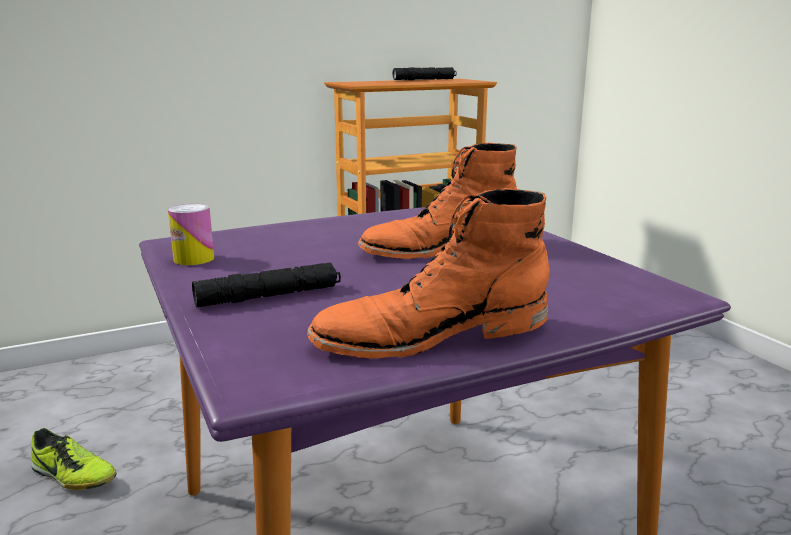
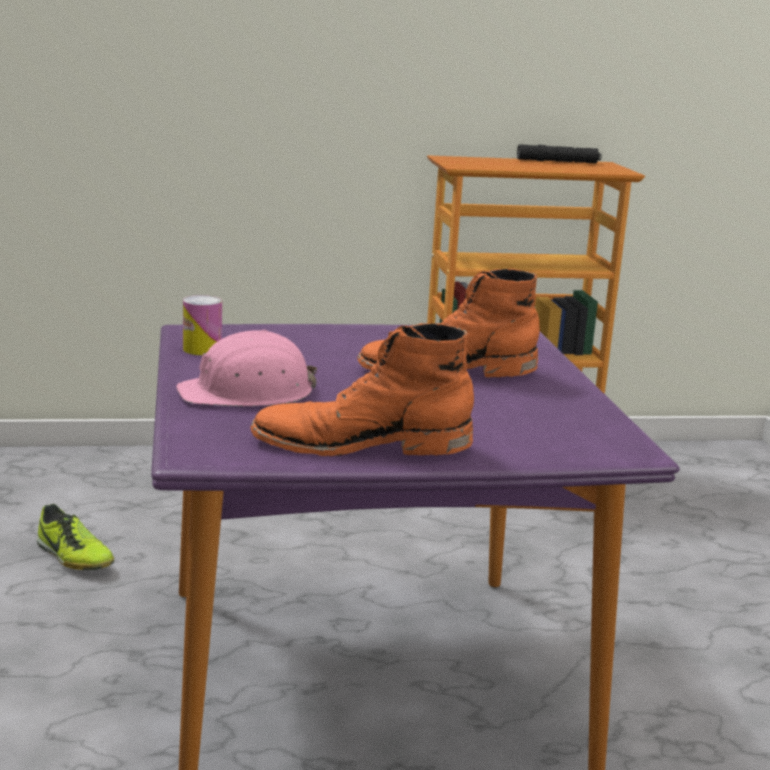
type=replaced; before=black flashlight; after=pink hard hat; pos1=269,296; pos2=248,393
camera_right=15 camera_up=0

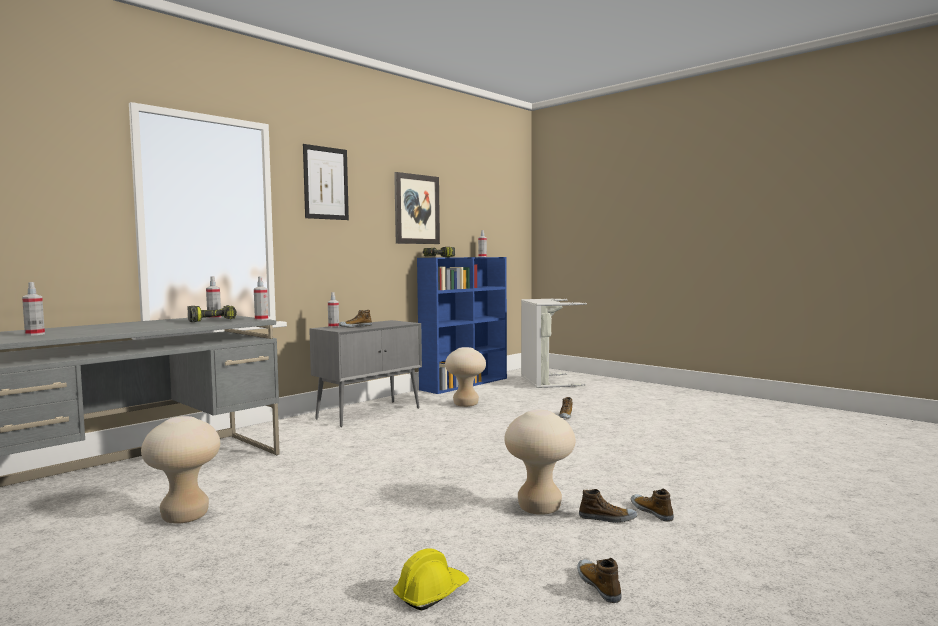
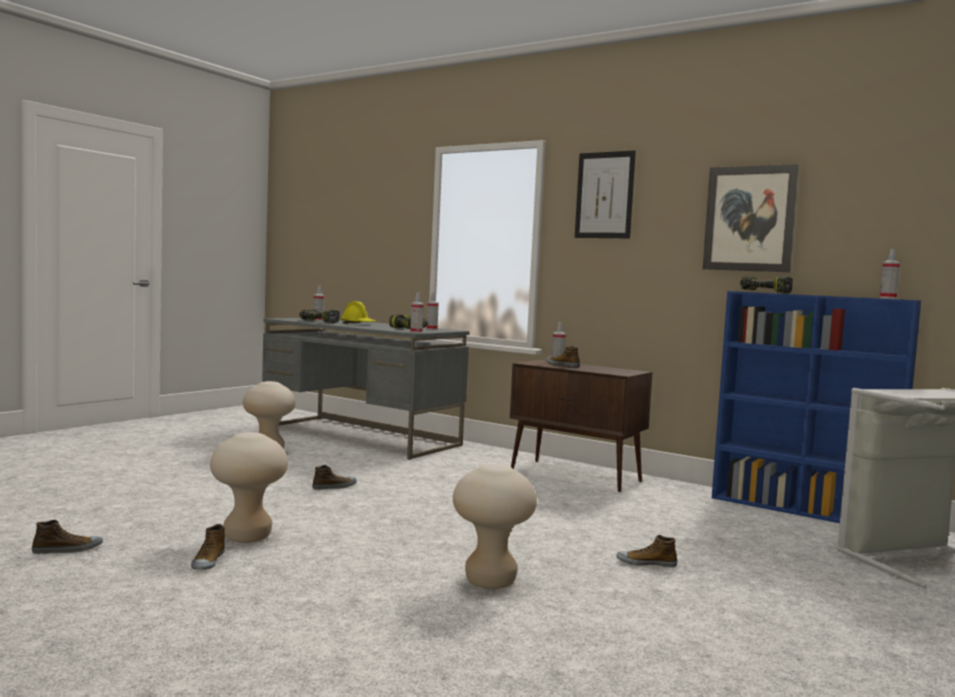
type=added; after=power drill; pos2=318,322
type=moved; before=shoe; pos1=652,511; pos2=334,487
type=moved; before=yellow hard hat; pos1=431,593; pos2=358,324
type=moved; before=beige stool; pos1=465,404; pos2=490,581
type=recoloured; before=grey cabinet; after=brown cabinet; pos1=369,413; pos2=576,476
camera_right=80 camera_up=0

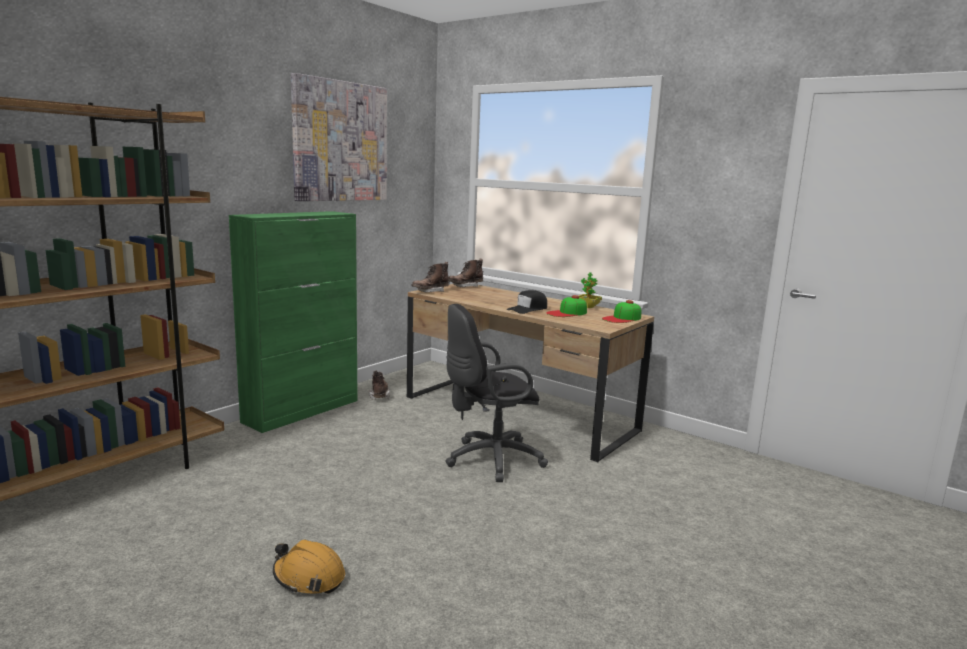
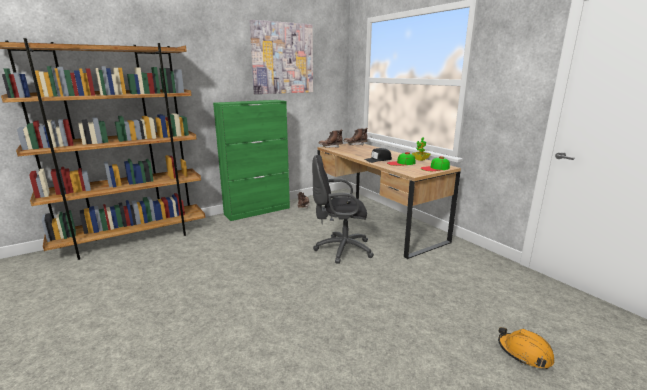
type=moved; before=orange hard hat; pos1=309,577; pos2=524,353
camera_right=20 camera_up=5

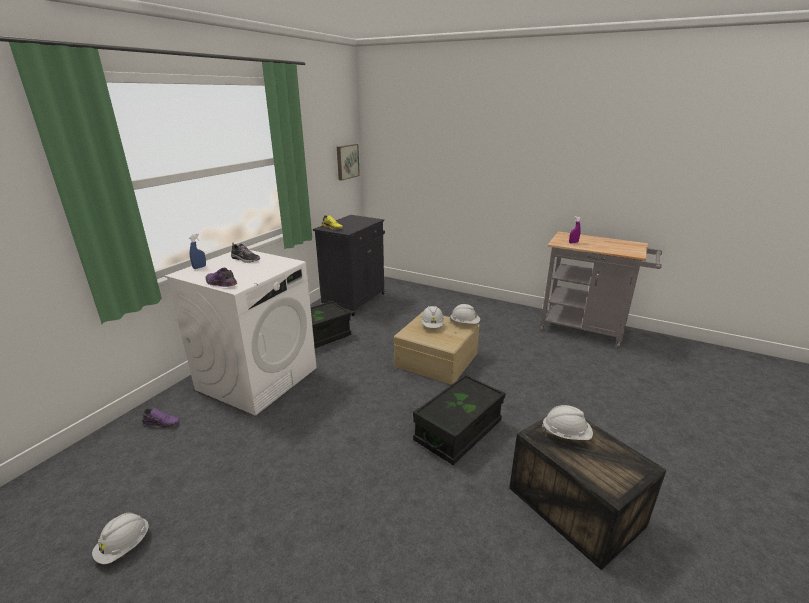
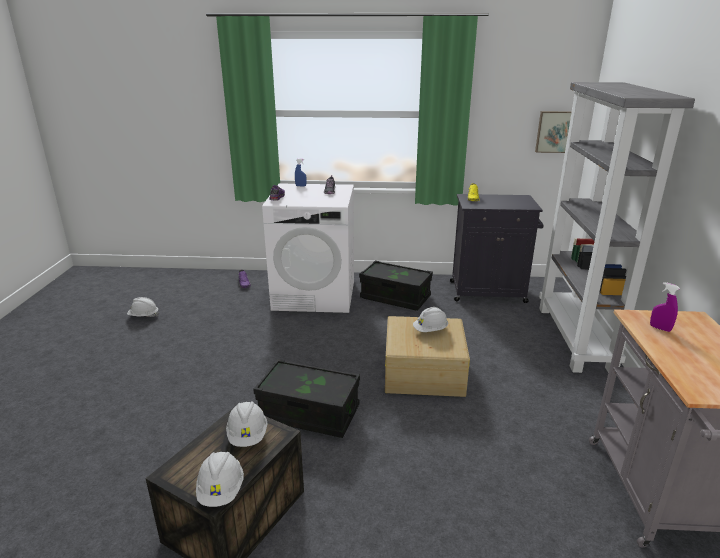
type=moved; before=white hard hat; pos1=464,323; pos2=221,490
type=added; after=grey bookcase; pos2=576,338
camera_right=65 camera_up=0

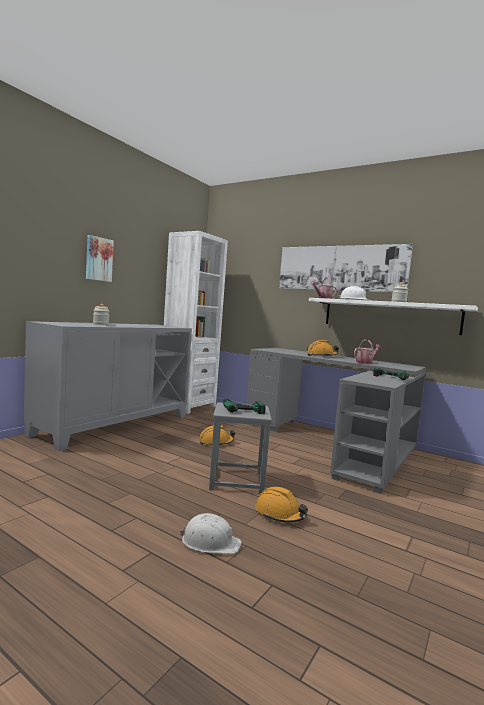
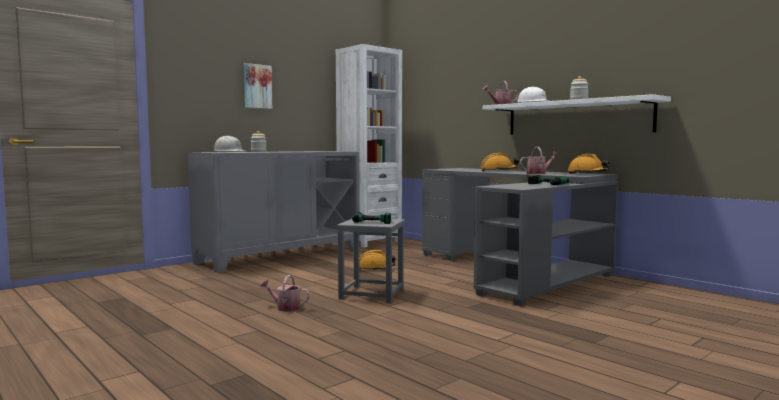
type=moved; before=white hard hat; pos1=210,542; pos2=229,152
type=added; after=watering can; pos2=285,307
type=moved; before=orange hard hat; pos1=280,514; pos2=587,174
type=removed; before=picture; pos1=340,268
camera_right=15 camera_up=0

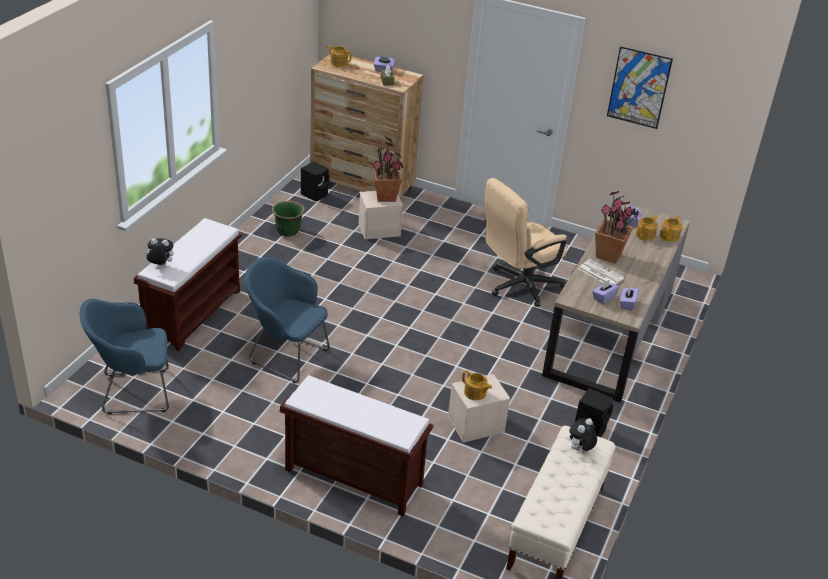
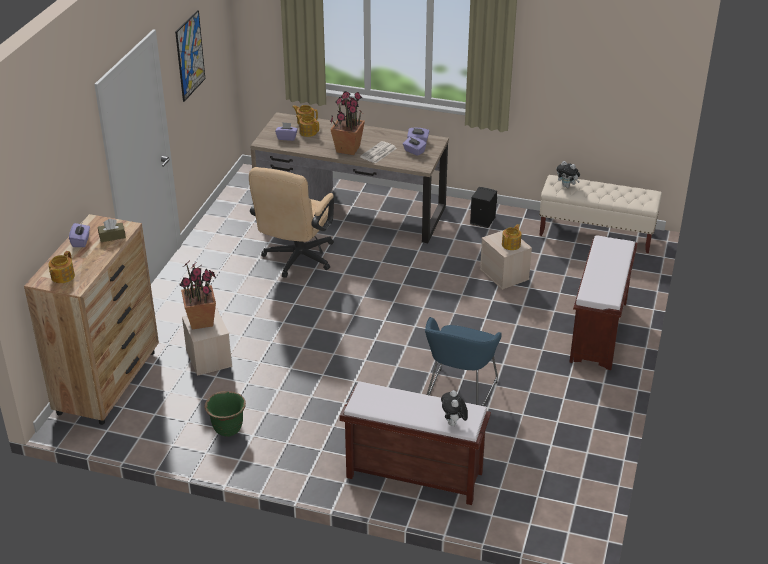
type=turned; before=beige office chair; pos1=518,286; pos2=296,260; turn=60
type=removed; before=blue armchair; pos1=132,392
type=removed; before=black speaker; pos1=315,194
camera_right=-95 camera_up=0

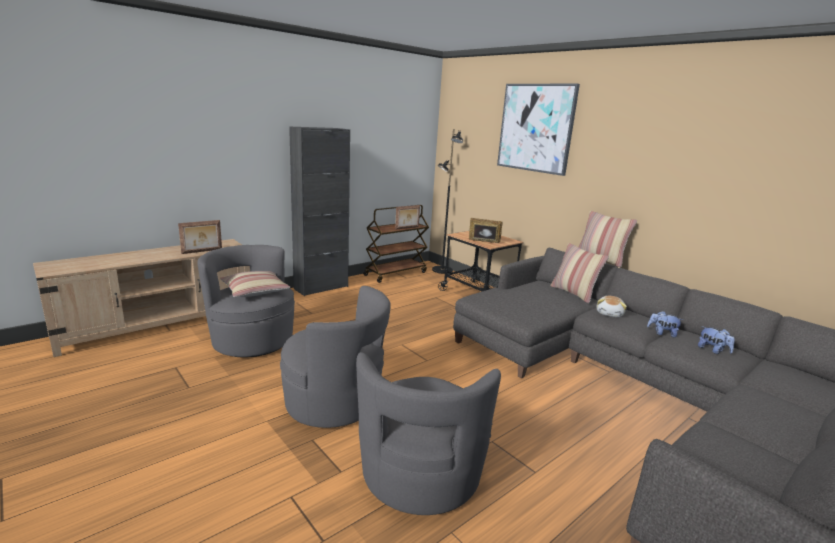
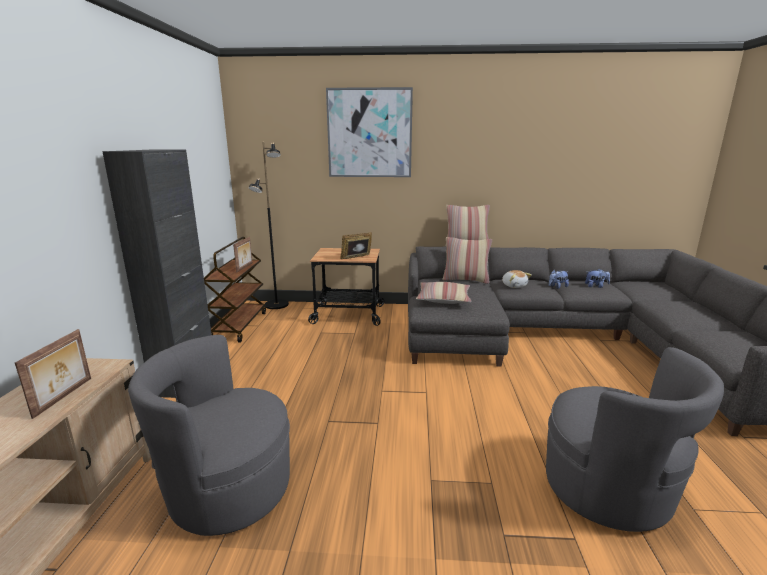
type=moved; before=pillow; pos1=255,291; pos2=443,299
type=removed; before=grey armchair; pos1=335,402
camera_right=-45 camera_up=0

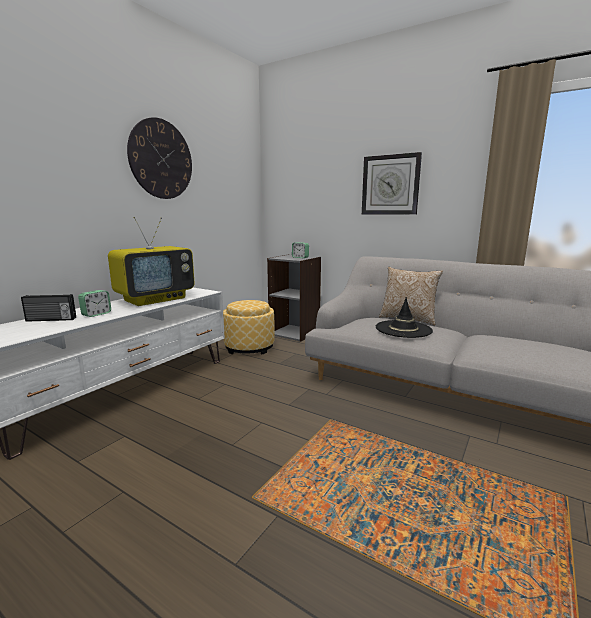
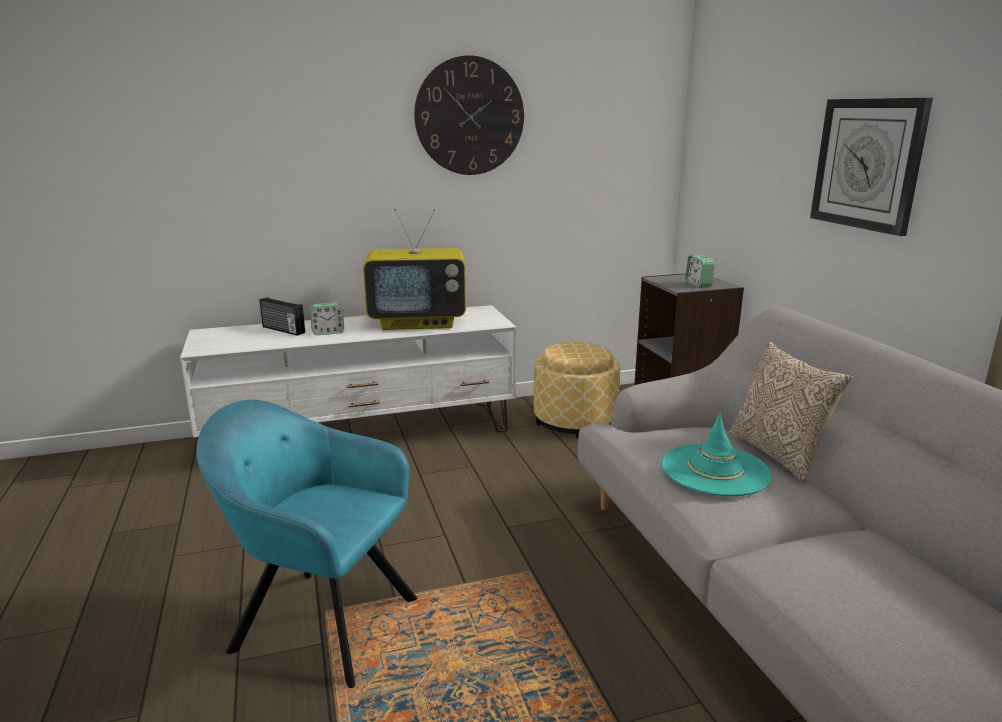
type=added; after=turquoise armchair; pos2=319,622
type=recoloured; before=black hat; after=turquoise hat; pos1=403,329; pos2=715,470
camera_right=40 camera_up=5

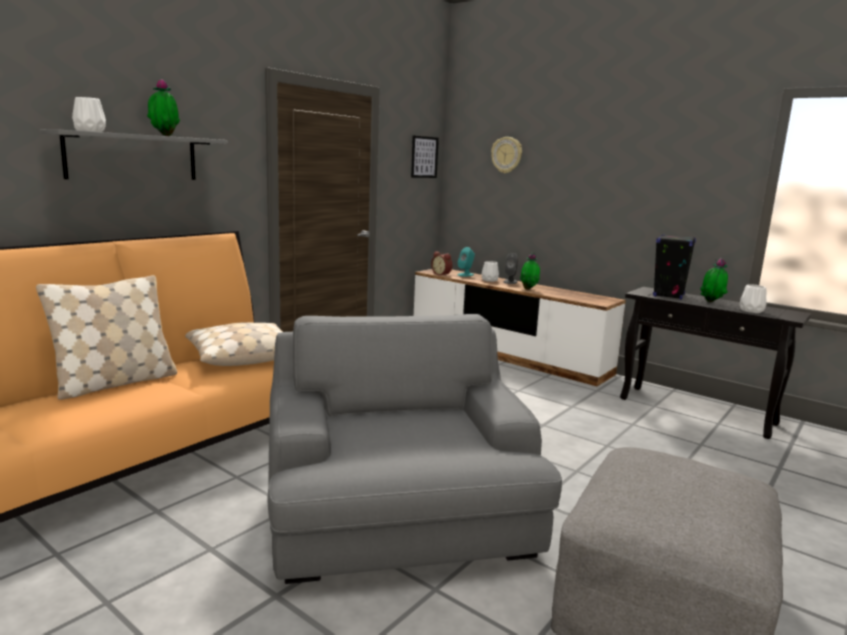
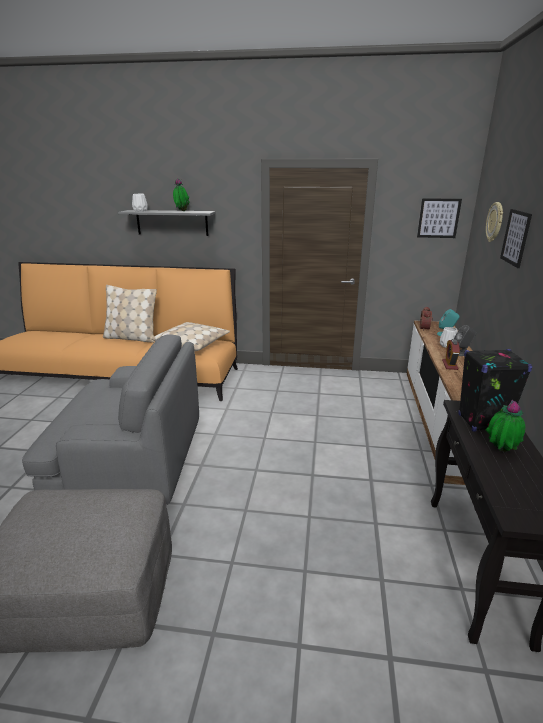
type=turned; before=grey armchair; pos1=400,519; pos2=129,460; turn=45
type=replaced; before=potted plant; after=alarm clock; pos1=529,289; pos2=449,365
type=added; after=picture; pos2=515,237
type=removed; before=white vase; pos1=752,311
camera_right=60 camera_up=10

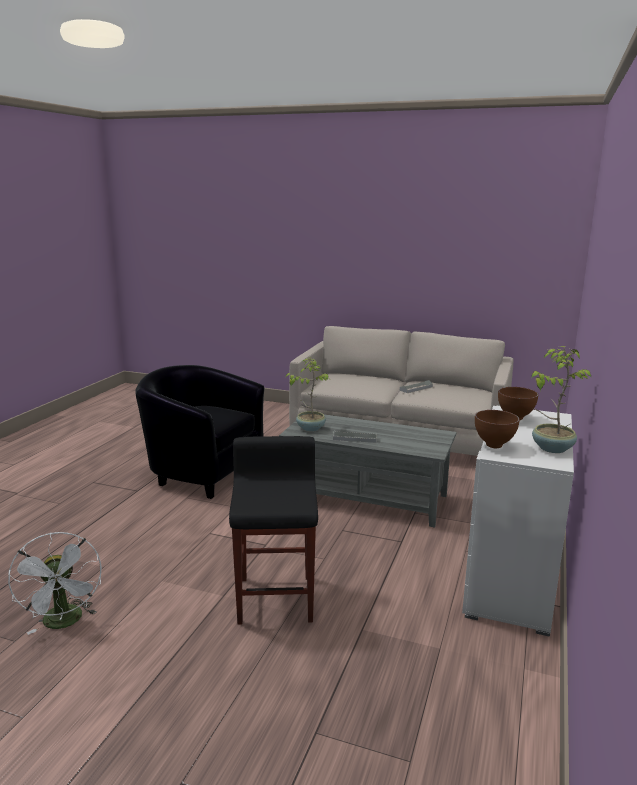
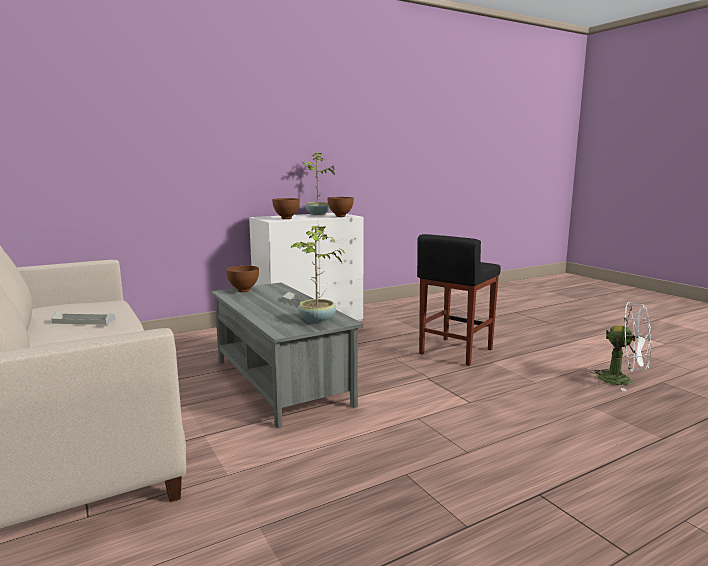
type=added; after=brown bowl; pos2=243,291
type=turned; before=white fan; pos1=65,622; pos2=622,380; turn=105
type=removed; before=black armchair; pos1=201,471
camera_right=-140 camera_up=-5

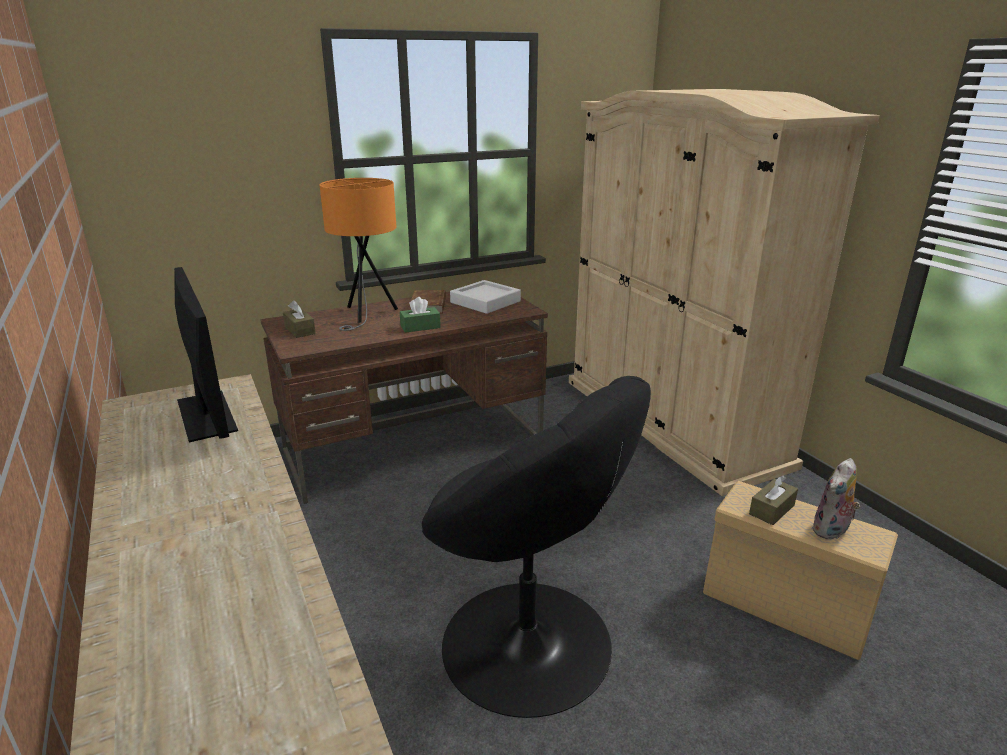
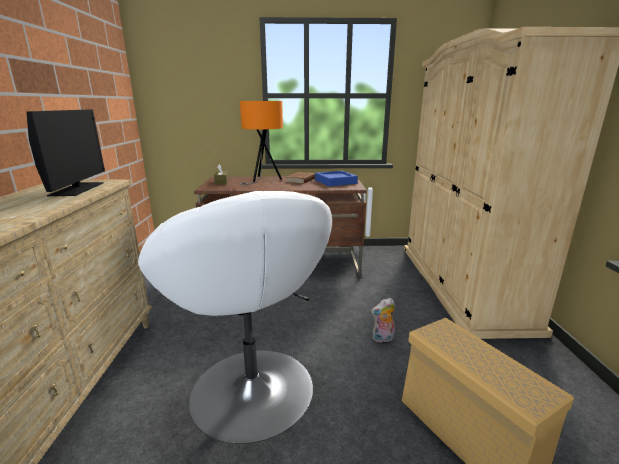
type=recoloured; before=black armchair; after=white armchair; pos1=528,645; pos2=252,392
type=recoloured; before=white tray; after=blue tray; pos1=485,302; pos2=335,182
type=moved; before=plush toy; pos1=831,531; pos2=383,339
type=removed; before=green tissue box; pos1=420,327
type=removed; before=brown tissue box; pos1=771,509
camera_right=25 camera_up=-5

